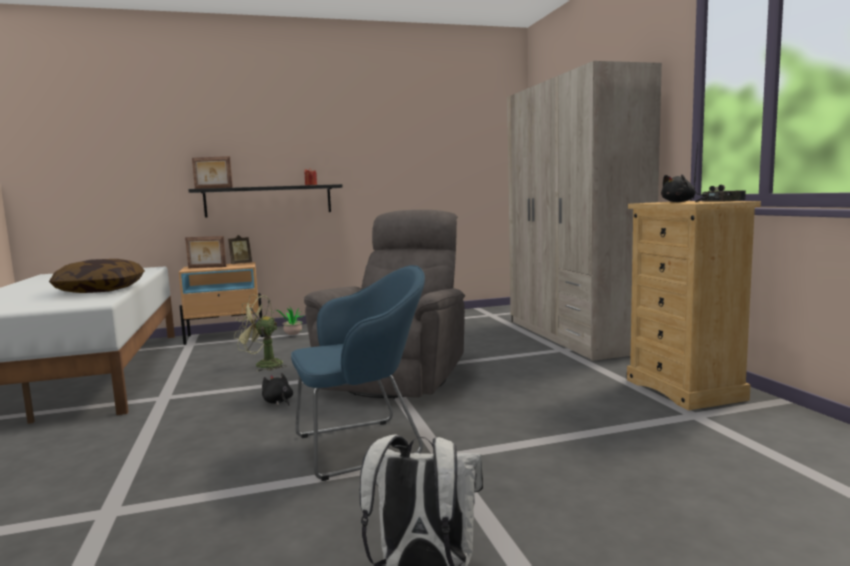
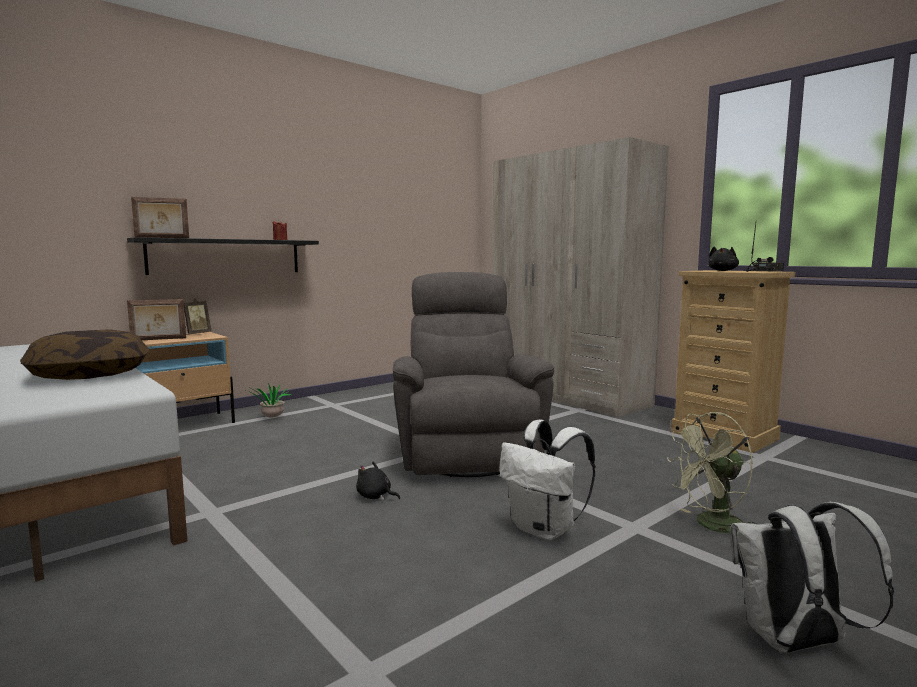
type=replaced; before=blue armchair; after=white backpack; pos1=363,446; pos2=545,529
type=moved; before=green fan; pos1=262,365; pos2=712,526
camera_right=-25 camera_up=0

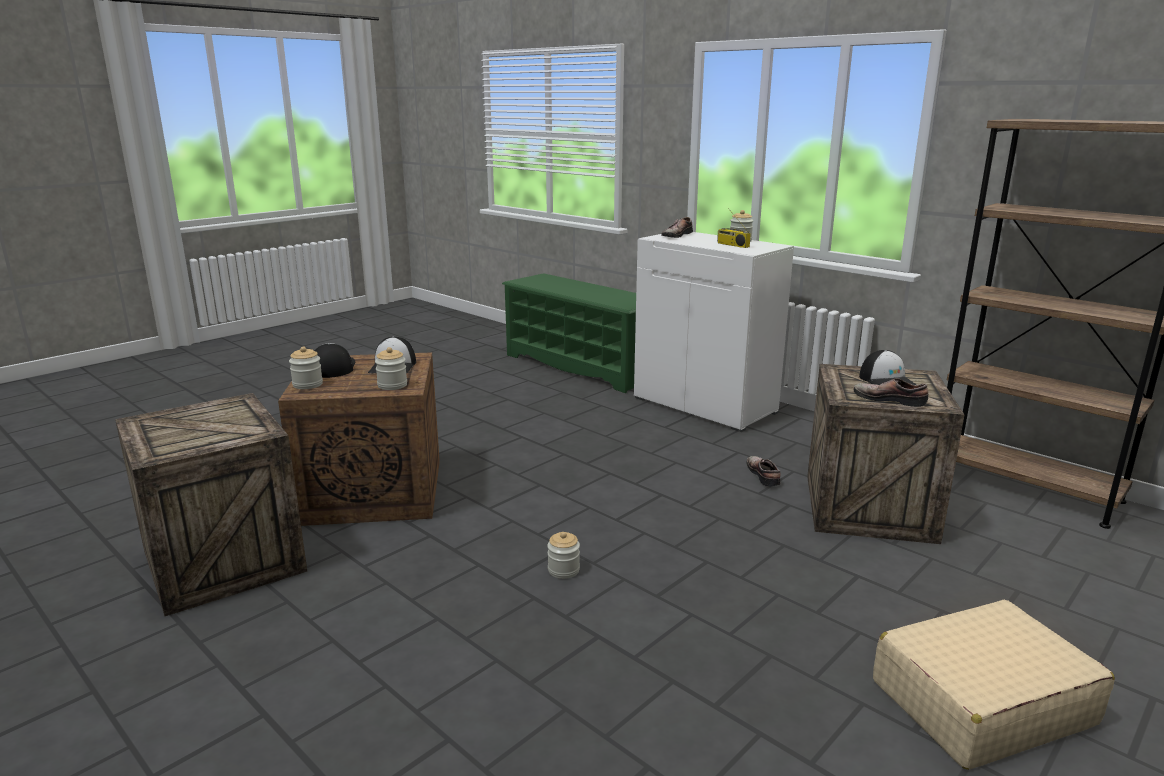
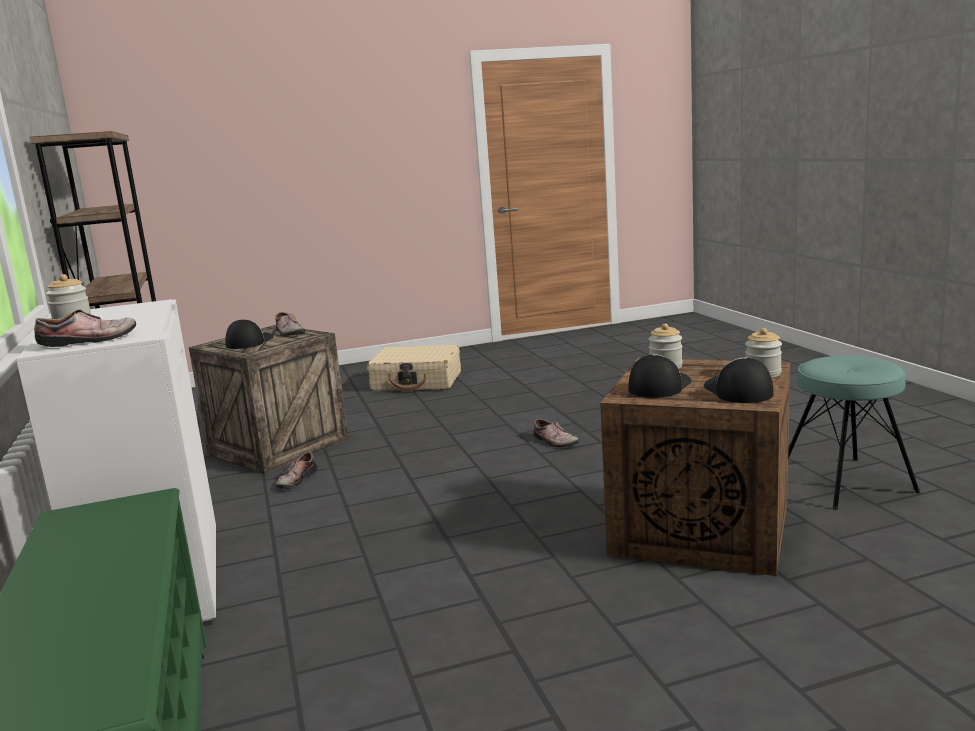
type=replaced; before=jar; after=shoe; pos1=563,570; pos2=554,442
type=turned; before=cap; pos1=332,367; pos2=737,391; turn=150
type=replaced; before=crate; after=turquoise stool; pos1=226,560; pos2=846,483
type=removed; before=radio; pos1=732,245
camera_right=-150 camera_up=-5

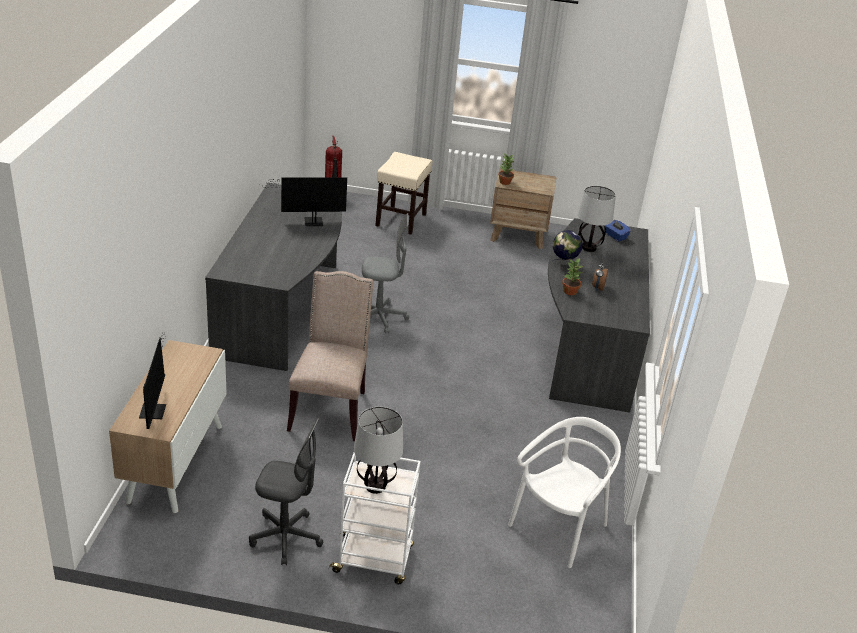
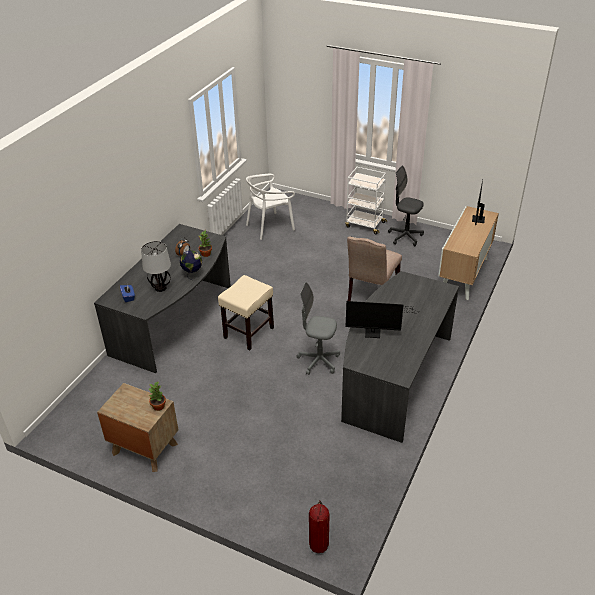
type=moved; before=beige stool; pos1=401,219; pos2=248,333
type=removed; before=table lamp; pos1=376,486
camera_right=-160 camera_up=5

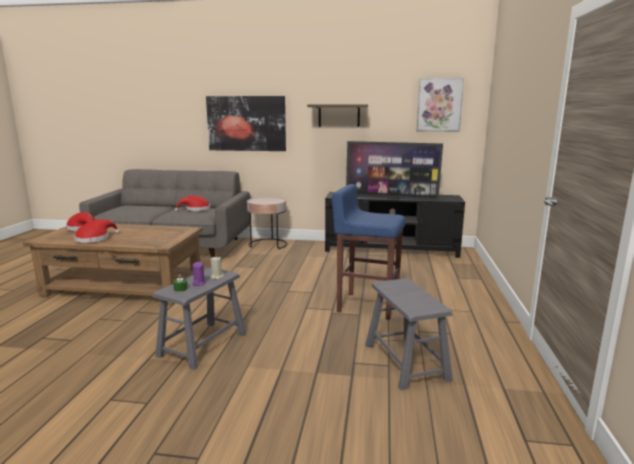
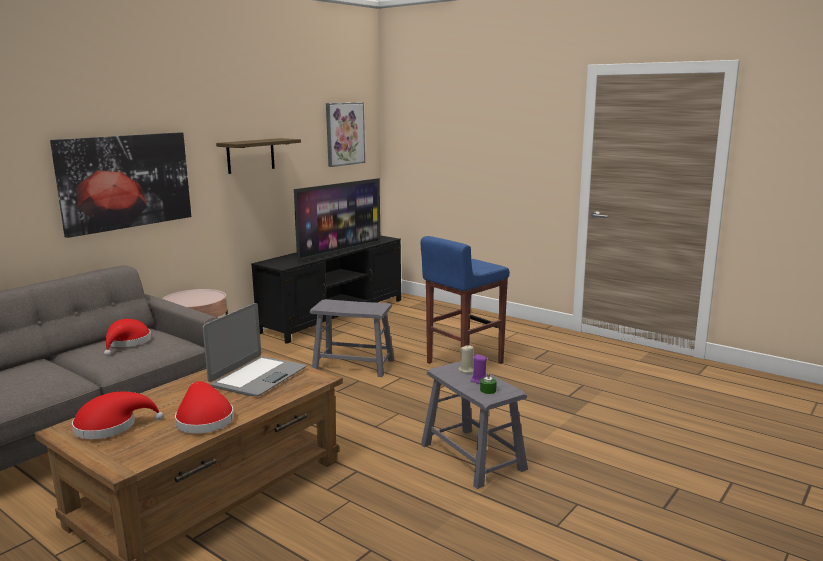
type=added; after=laptop; pos2=258,377
type=moved; before=grey stool; pos1=405,361; pos2=353,365
camera_right=-60 camera_up=0

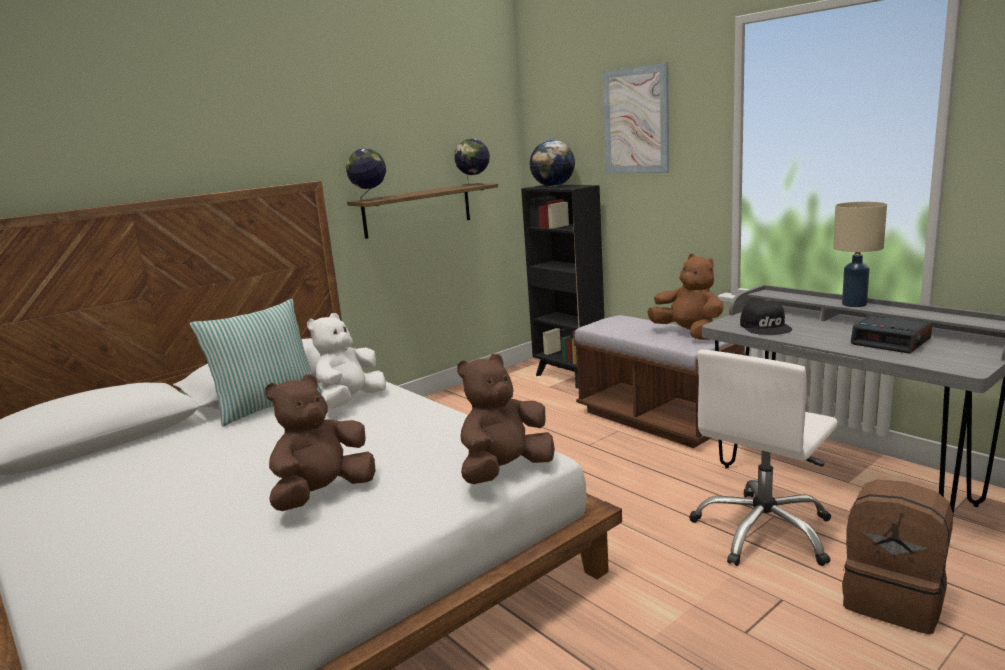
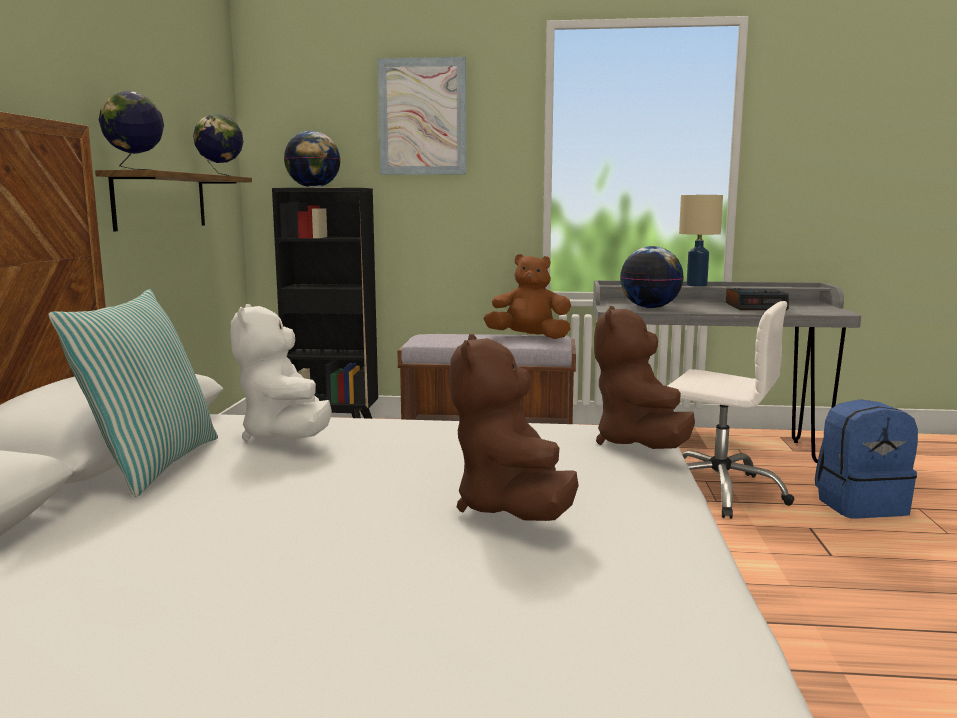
type=replaced; before=black cap; after=globe; pos1=766,327; pos2=650,308
type=turned; before=white office chair; pos1=764,531; pos2=719,492; turn=-60
type=recoloured; before=brown backpack; after=blue backpack; pos1=894,600; pos2=860,505
camera_right=-45 camera_up=-5

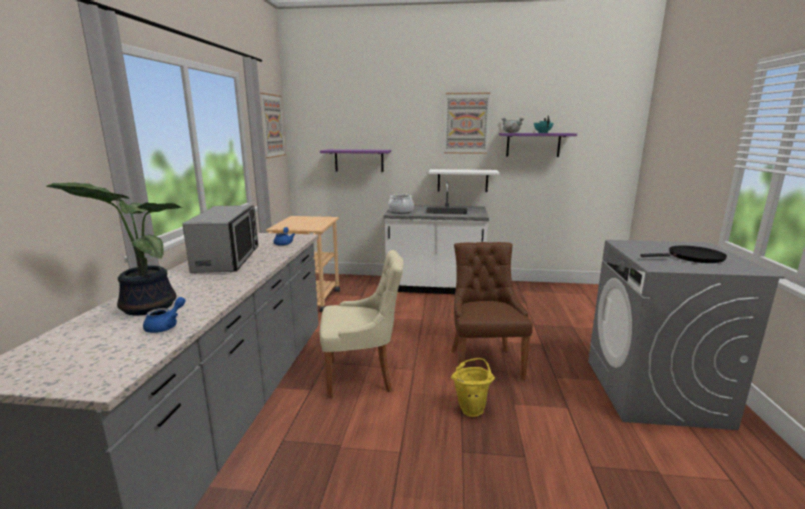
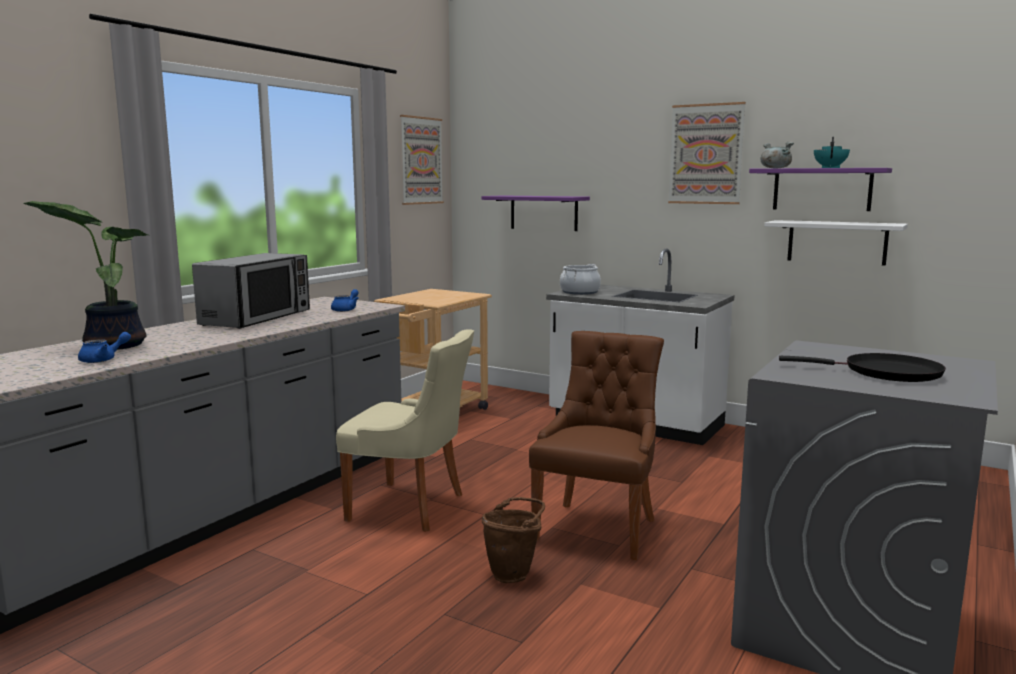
type=recoloured; before=yellow bucket; after=brown bucket; pos1=472,408; pos2=514,573
type=moved; before=white shelf; pos1=462,180; pos2=837,242
camera_right=25 camera_up=-5

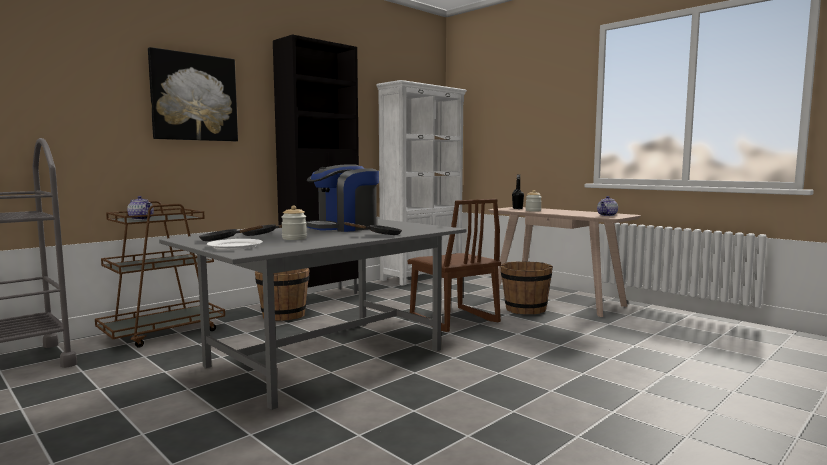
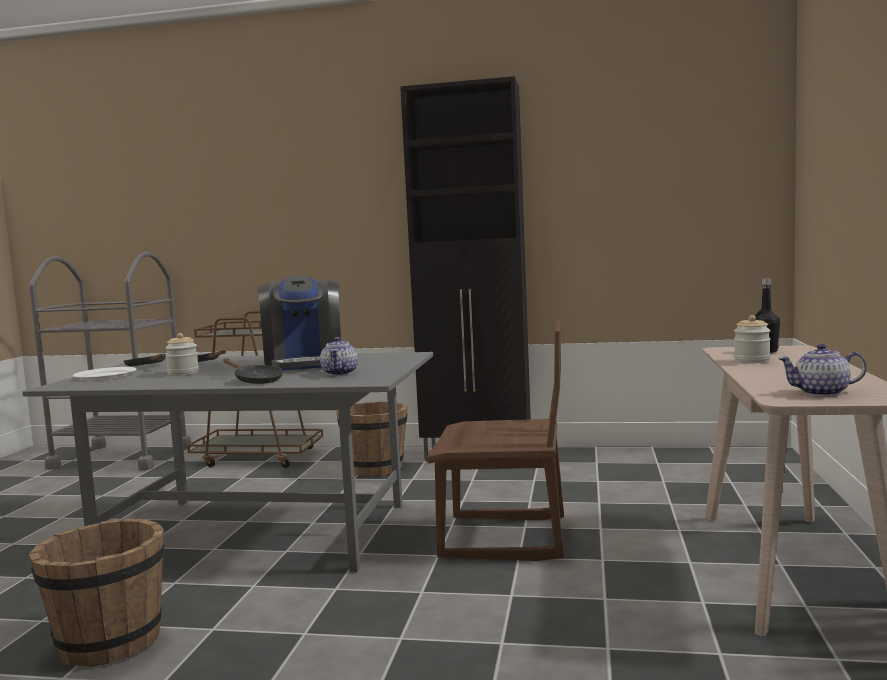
type=moved; before=brown bucket; pos1=525,309; pos2=109,642
type=turned; before=coffee machine; pos1=344,228; pos2=304,363; turn=-120
type=moved; before=teapot; pos1=141,219; pos2=340,373
type=turned; before=brown chair; pos1=453,320; pos2=504,538; turn=-105
type=removed; before=picture; pos1=194,97
type=removed; before=white bookcase; pos1=422,276
camera_right=55 camera_up=0

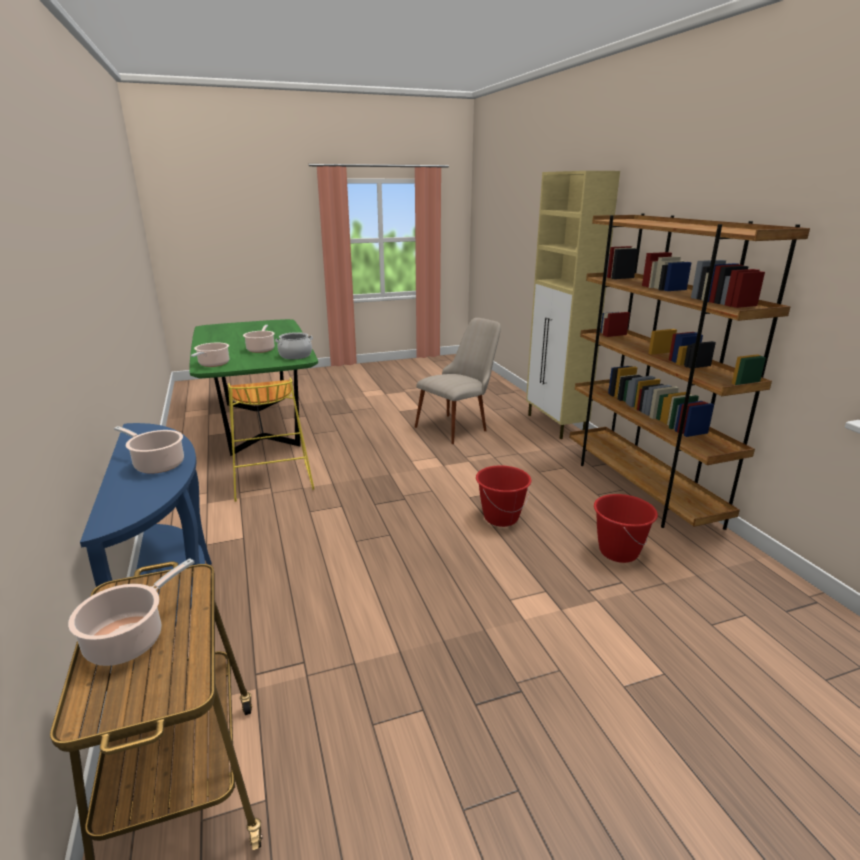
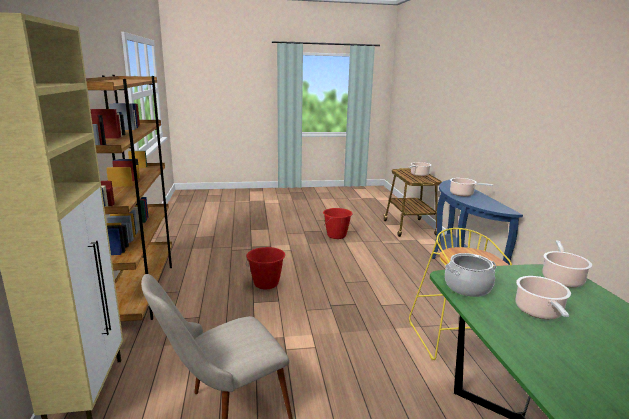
type=moved; before=red bucket; pos1=618,552; pos2=336,235
camera_right=-170 camera_up=-5

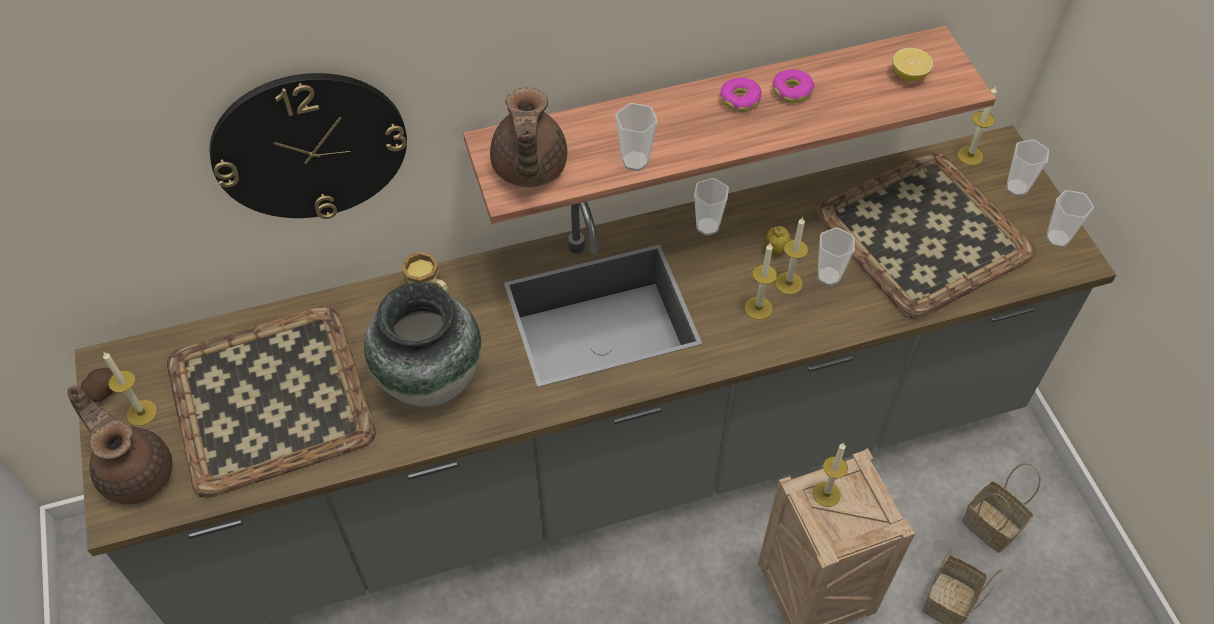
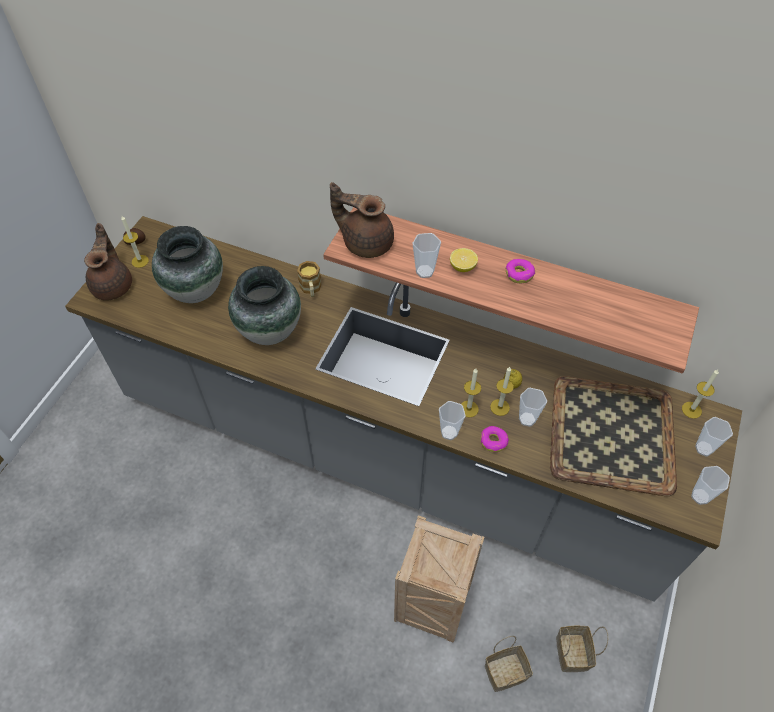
type=replaced; before=tray; after=vase; pos1=271,396; pos2=196,290
type=turned; before=brown teapot; pos1=528,169; pos2=366,242; turn=75
type=moved; before=cup; pos1=707,226; pos2=449,432
type=moved; before=lemon; pos1=909,75; pos2=462,267
type=moved; before=donut; pos1=792,91; pos2=493,441
type=removed; before=wall clock; pos1=309,146
type=removed; before=candle; pos1=826,494
camera_right=40 camera_up=0

